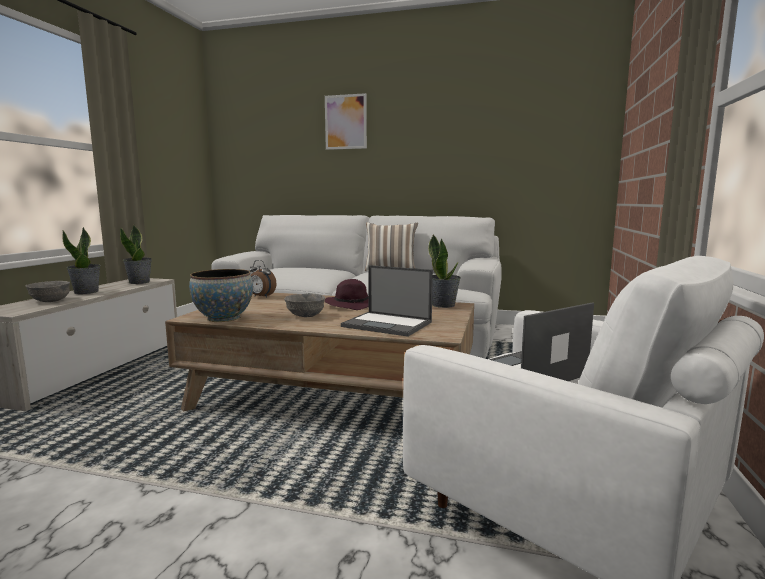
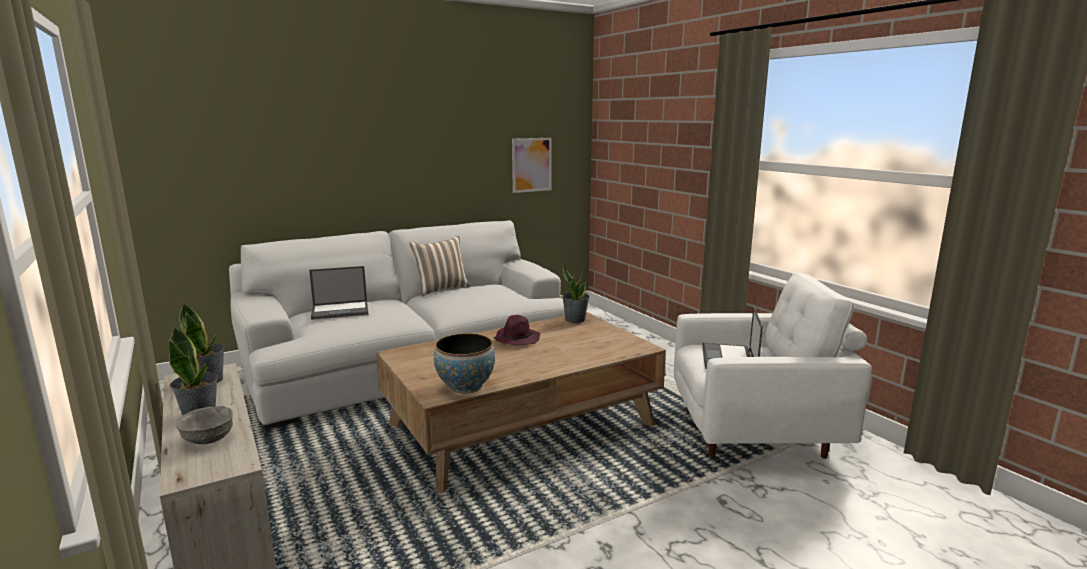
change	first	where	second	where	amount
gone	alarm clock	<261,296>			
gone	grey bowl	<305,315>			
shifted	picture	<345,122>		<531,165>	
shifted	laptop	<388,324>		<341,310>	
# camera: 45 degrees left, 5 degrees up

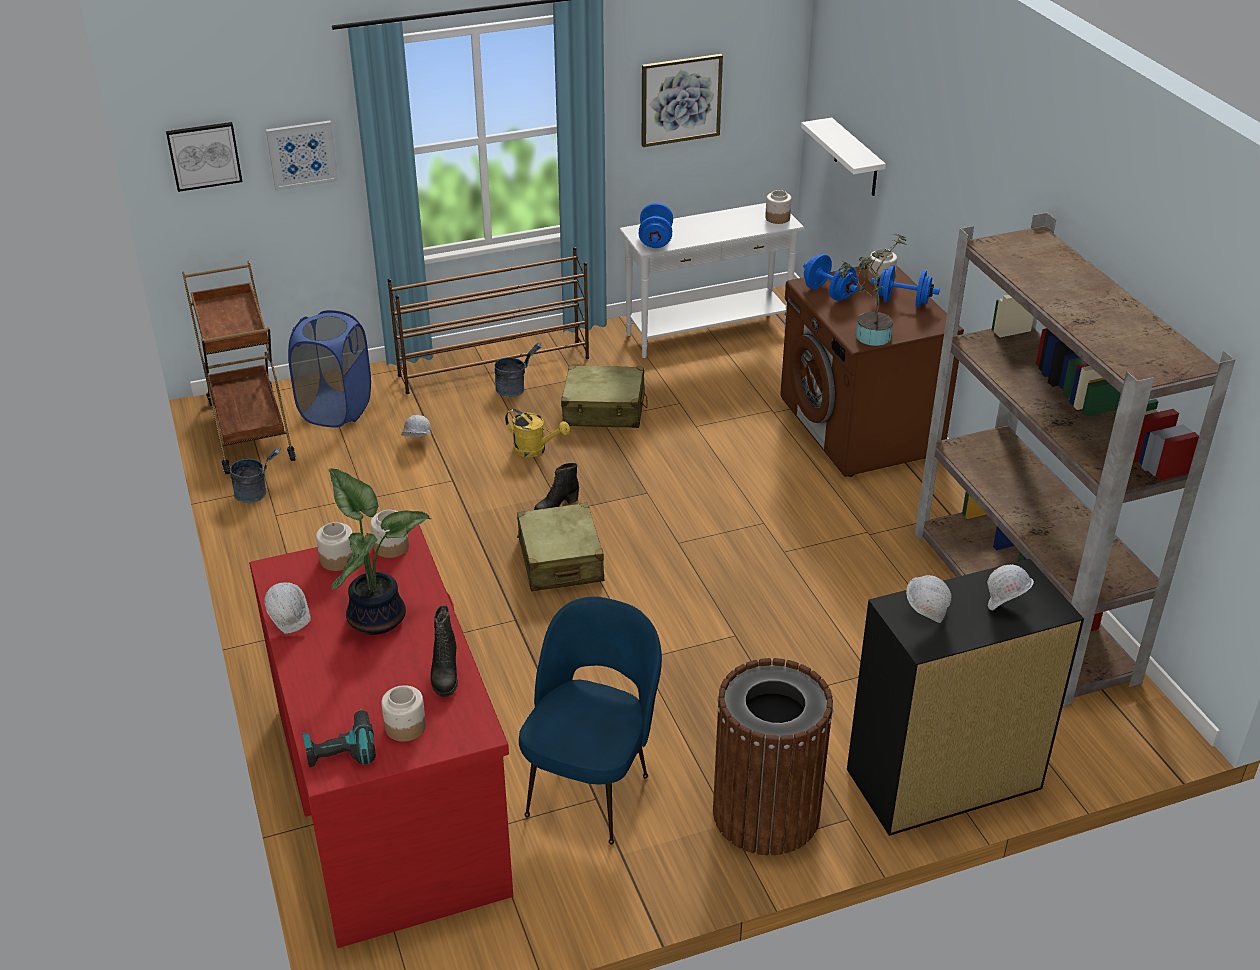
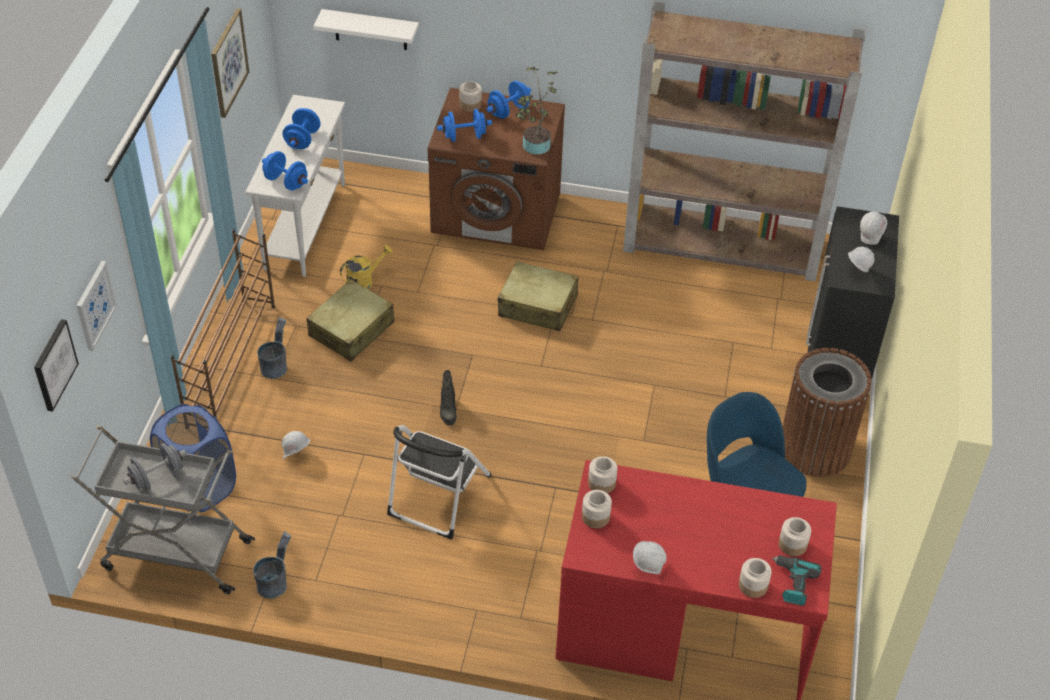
change	first	where	second	where	amount
gone	potted plant	<378,615>			
gone	black boot	<444,674>			
new			grey dumbbell	<157,478>	
new			blue dumbbell	<302,140>	
new			step ladder	<437,497>	
shifted	yellow watering can	<535,450>		<364,281>	
shifted	beige suitcase	<560,561>		<538,306>	
shifted	jar	<777,218>		<753,586>	
repainted	brown cart	<250,430>	grey cart	<176,555>	
# camera: 60 degrees left, 10 degrees up

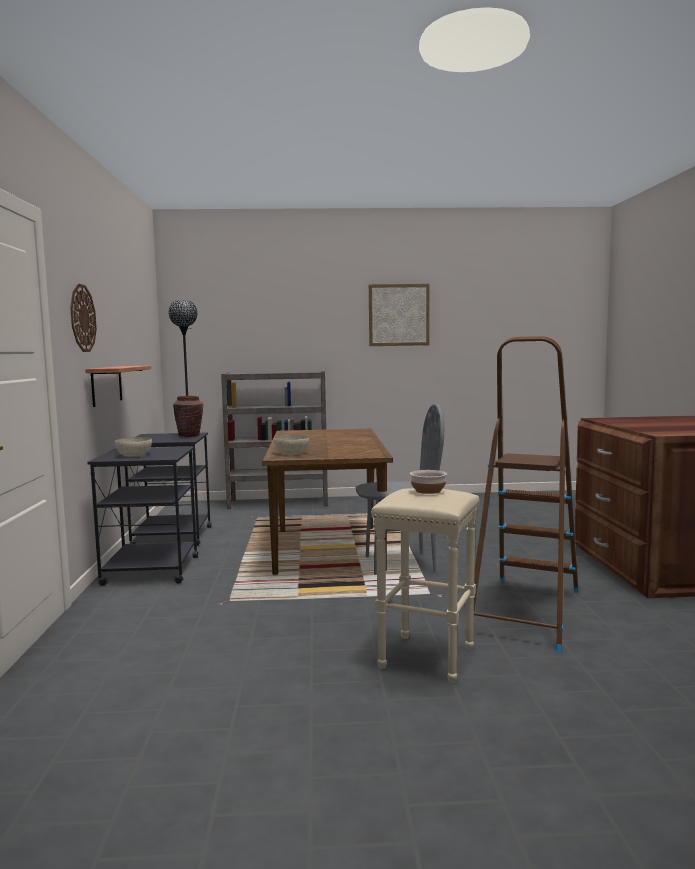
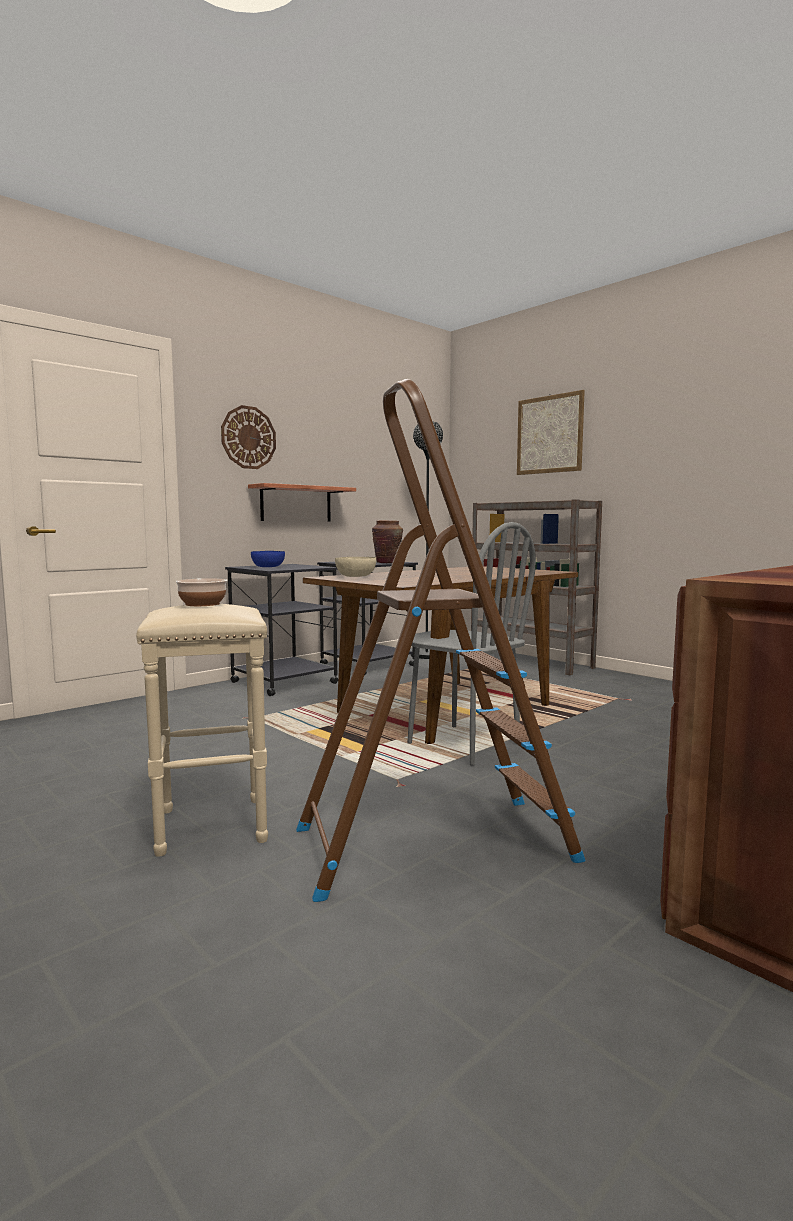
change	first	where	second	where	amount
shifted	picture	<399,314>		<549,433>	
repainted	beige bowl	<134,455>	blue bowl	<268,567>	
# camera: 50 degrees right, 0 degrees up

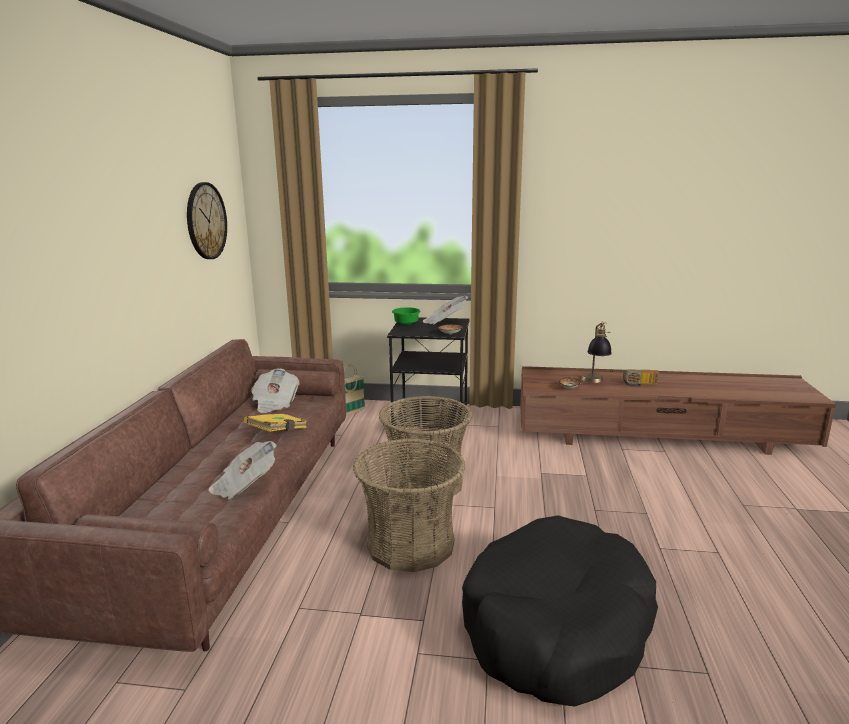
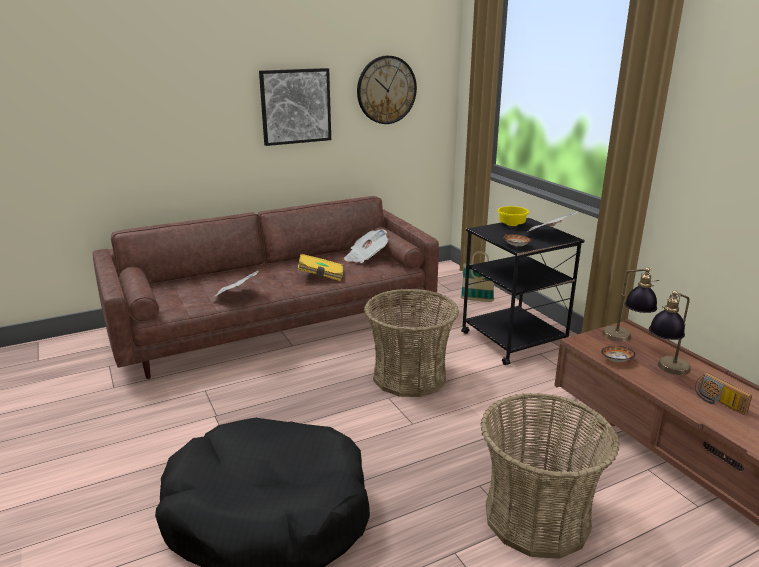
change	first	where	second	where	amount
new			picture	<295,106>	
new			table lamp	<624,340>	
shifted	basket	<411,543>		<537,517>	
repainted	green bowl	<405,324>	yellow bowl	<511,224>	
# camera: 55 degrees right, 5 degrees up

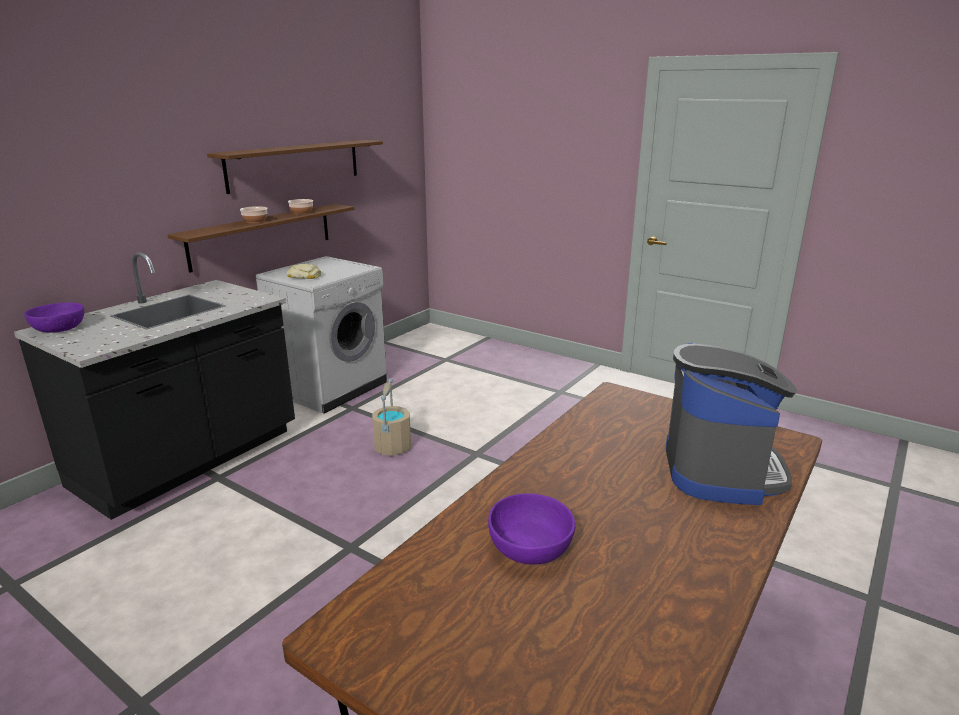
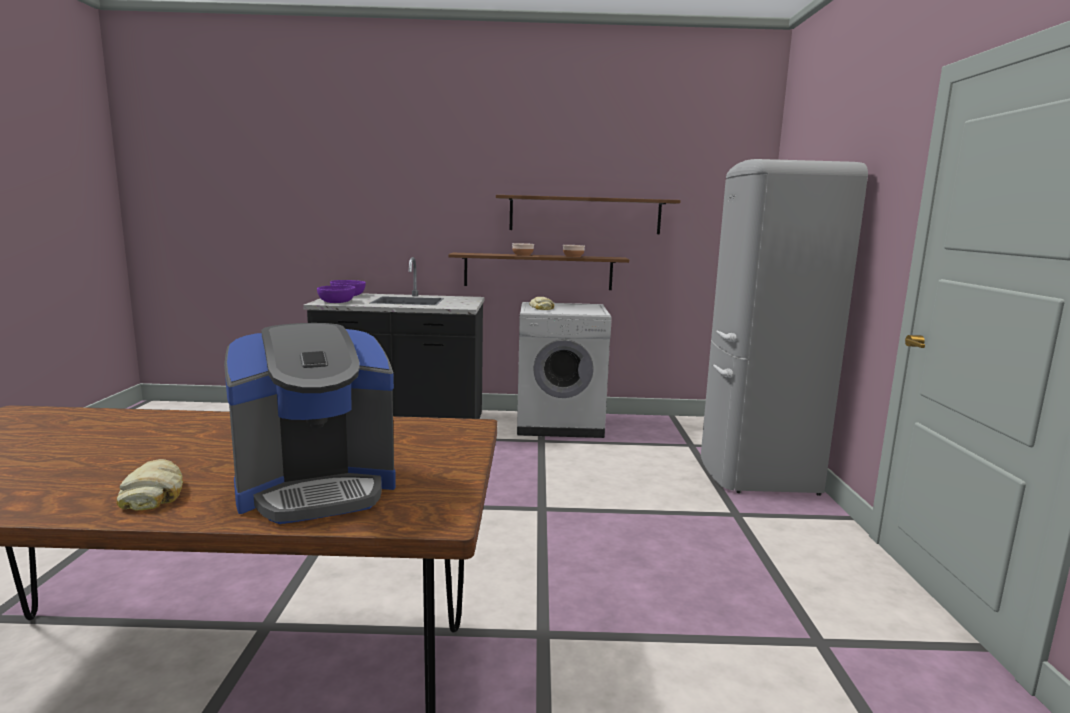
change	first	where	second	where	amount
gone	beige bucket	<392,447>			
new			bread	<154,493>	
new			grey fridge	<754,474>	
shifted	purple bowl	<530,547>		<336,302>	
# camera: 55 degrees right, 10 degrees down

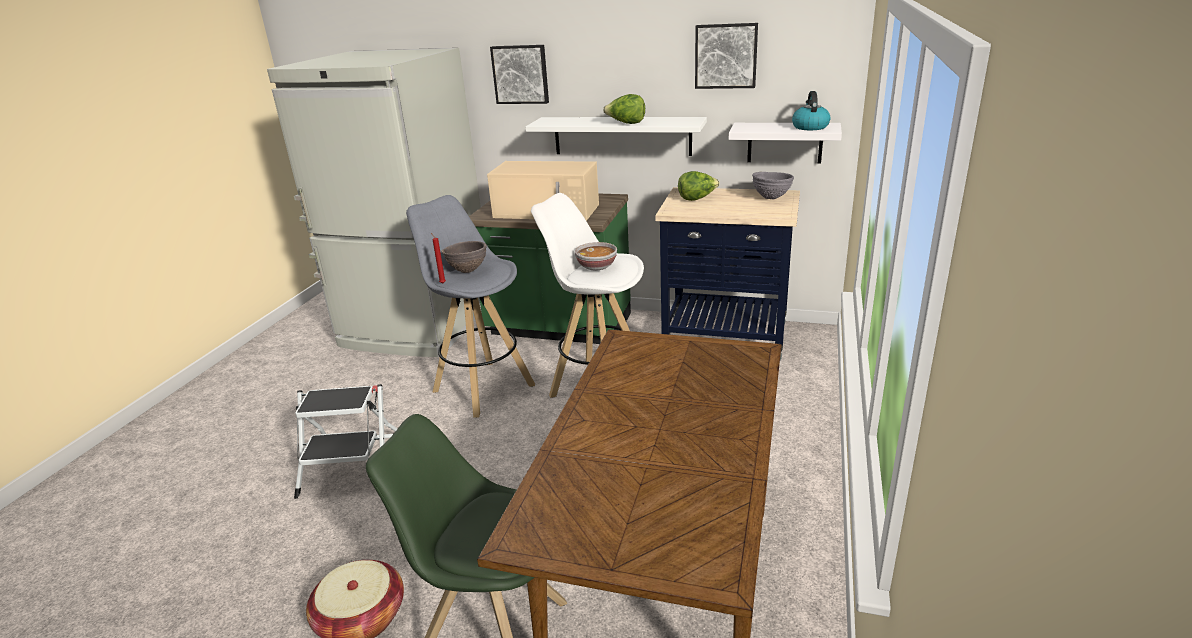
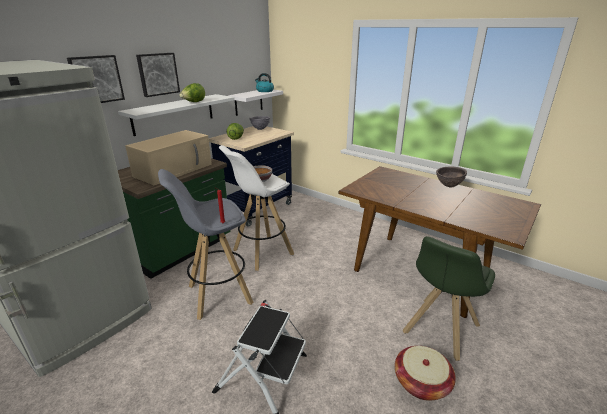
change	first	where	second	where	amount
shifted	brown bowl	<467,271>		<448,186>	
shifted	picture	<726,56>		<158,74>	
# camera: 70 degrees left, 0 degrees up

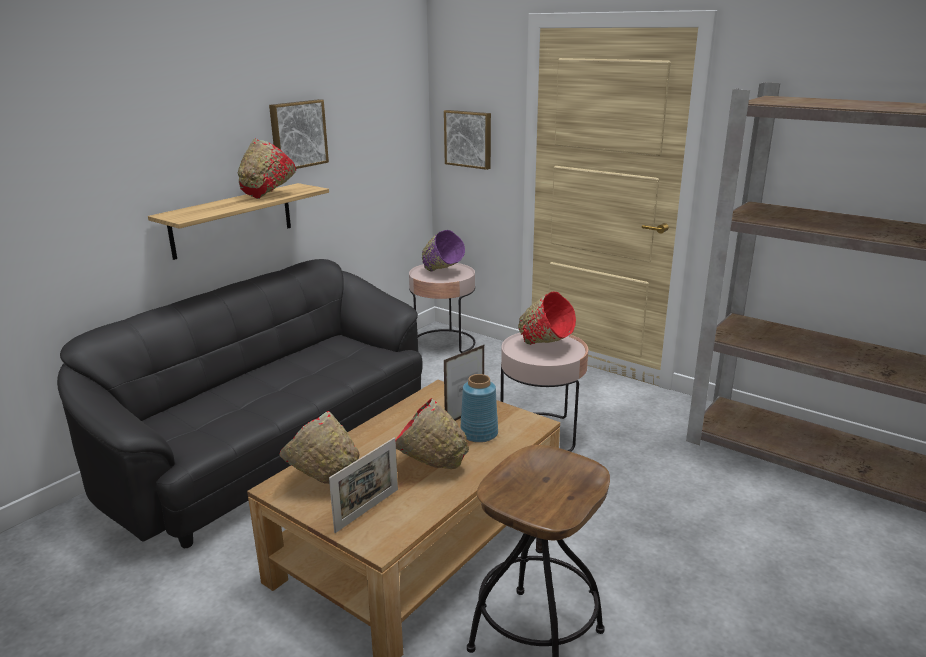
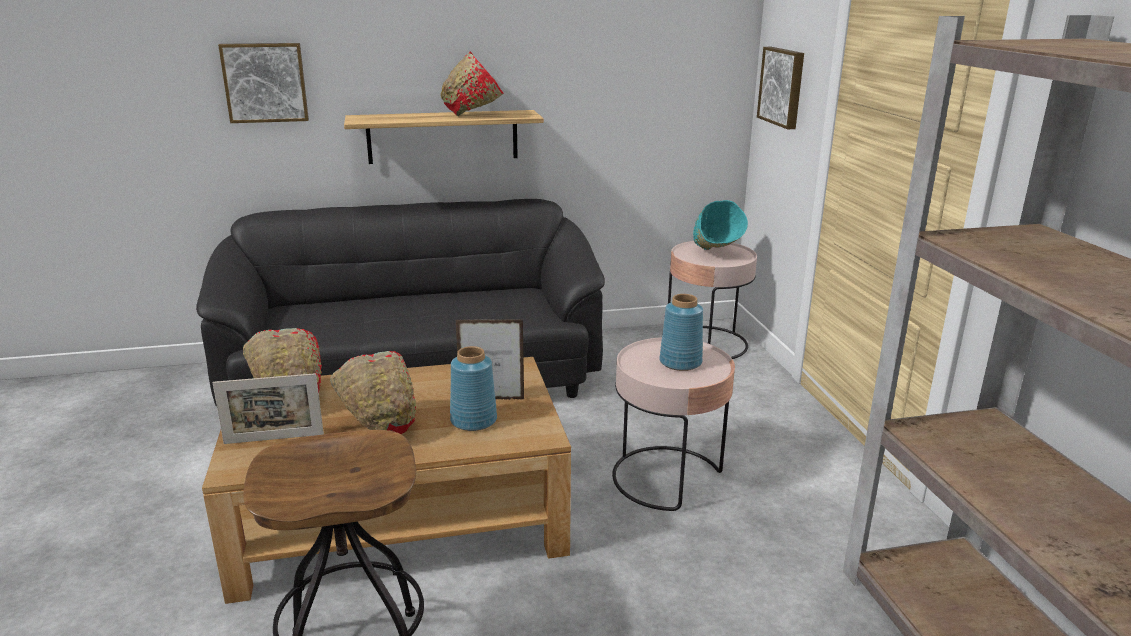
change	first	where	second	where	amount
shifted	picture	<297,134>		<265,82>	
swapped	red bowl	<546,346>	blue vase	<681,362>	
repainted	purple bowl	<443,273>	turquoise bowl	<715,254>	
# camera: 40 degrees right, 0 degrees up

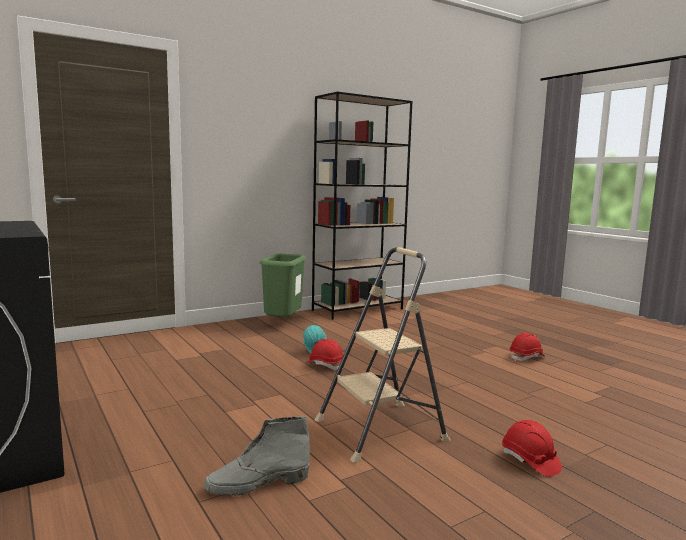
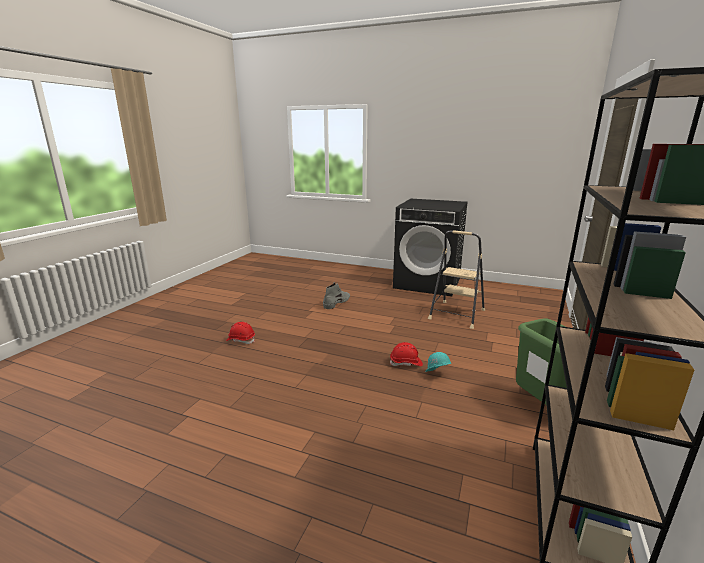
change	first	where	second	where	amount
gone	red hard hat	<526,357>			
shifted	beige step ladder	<384,428>		<456,314>	
# camera: 145 degrees right, 10 degrees up

